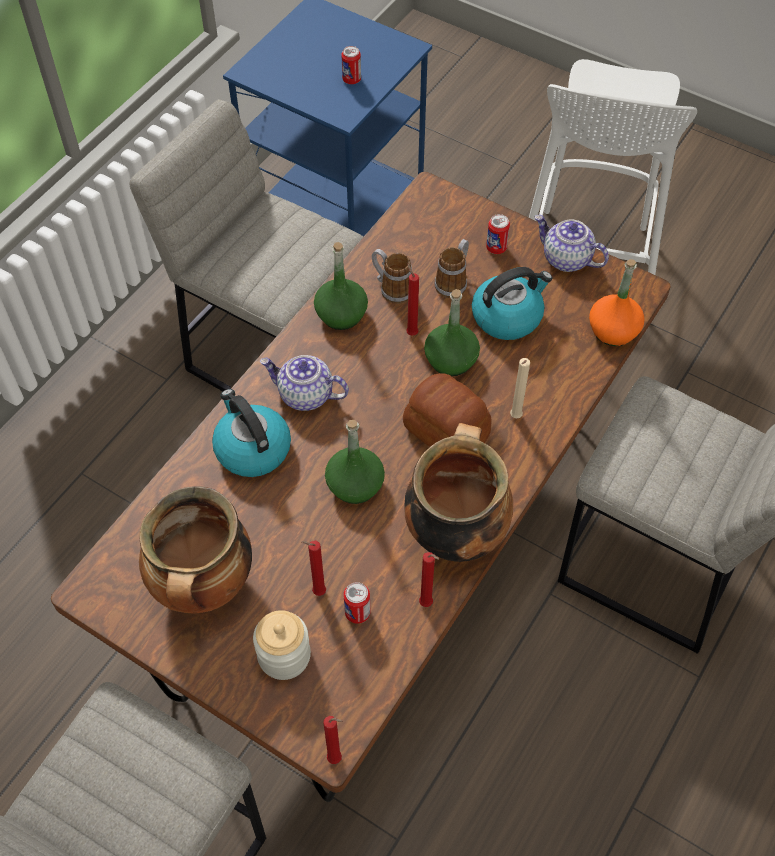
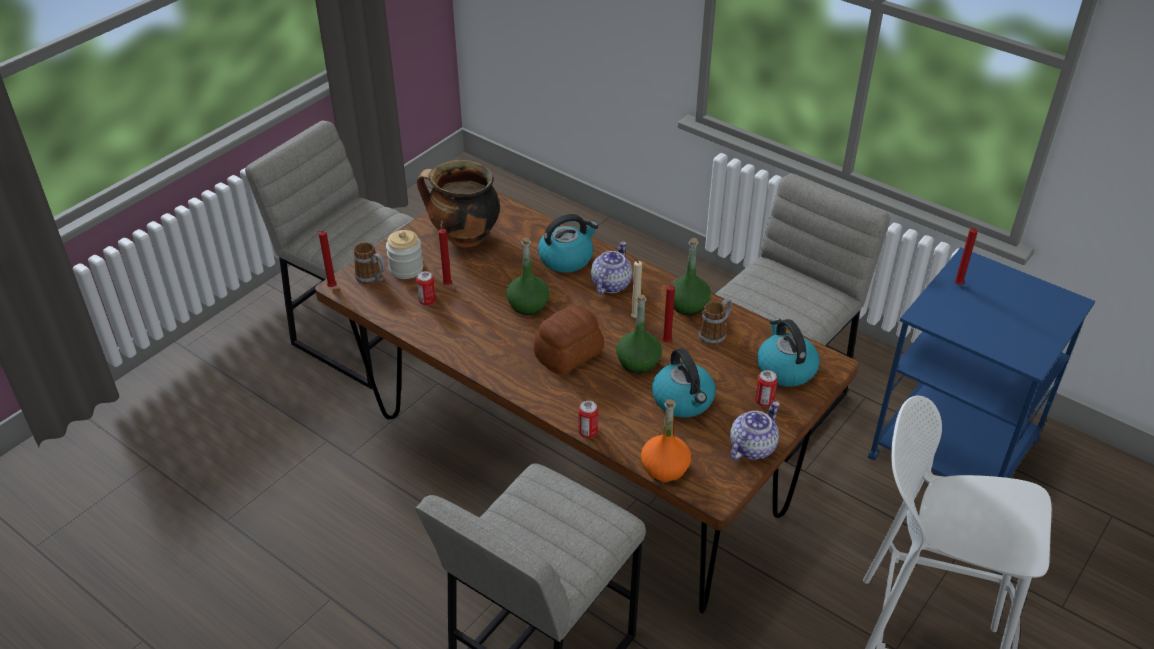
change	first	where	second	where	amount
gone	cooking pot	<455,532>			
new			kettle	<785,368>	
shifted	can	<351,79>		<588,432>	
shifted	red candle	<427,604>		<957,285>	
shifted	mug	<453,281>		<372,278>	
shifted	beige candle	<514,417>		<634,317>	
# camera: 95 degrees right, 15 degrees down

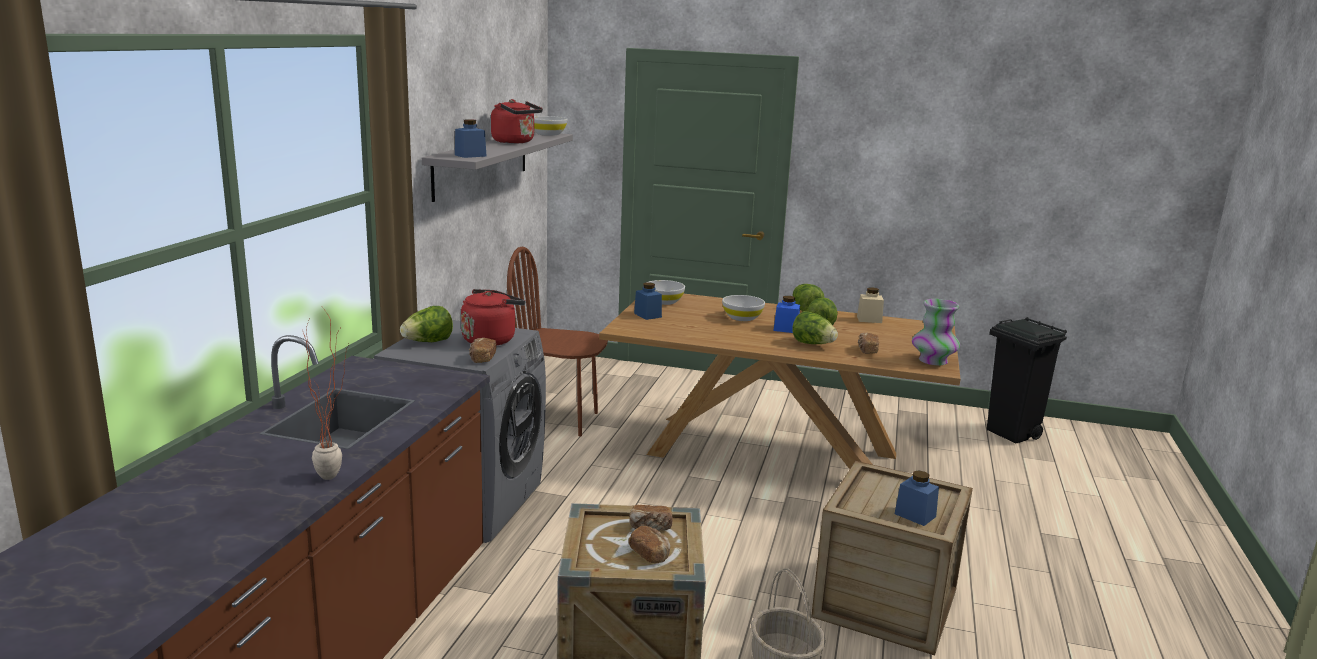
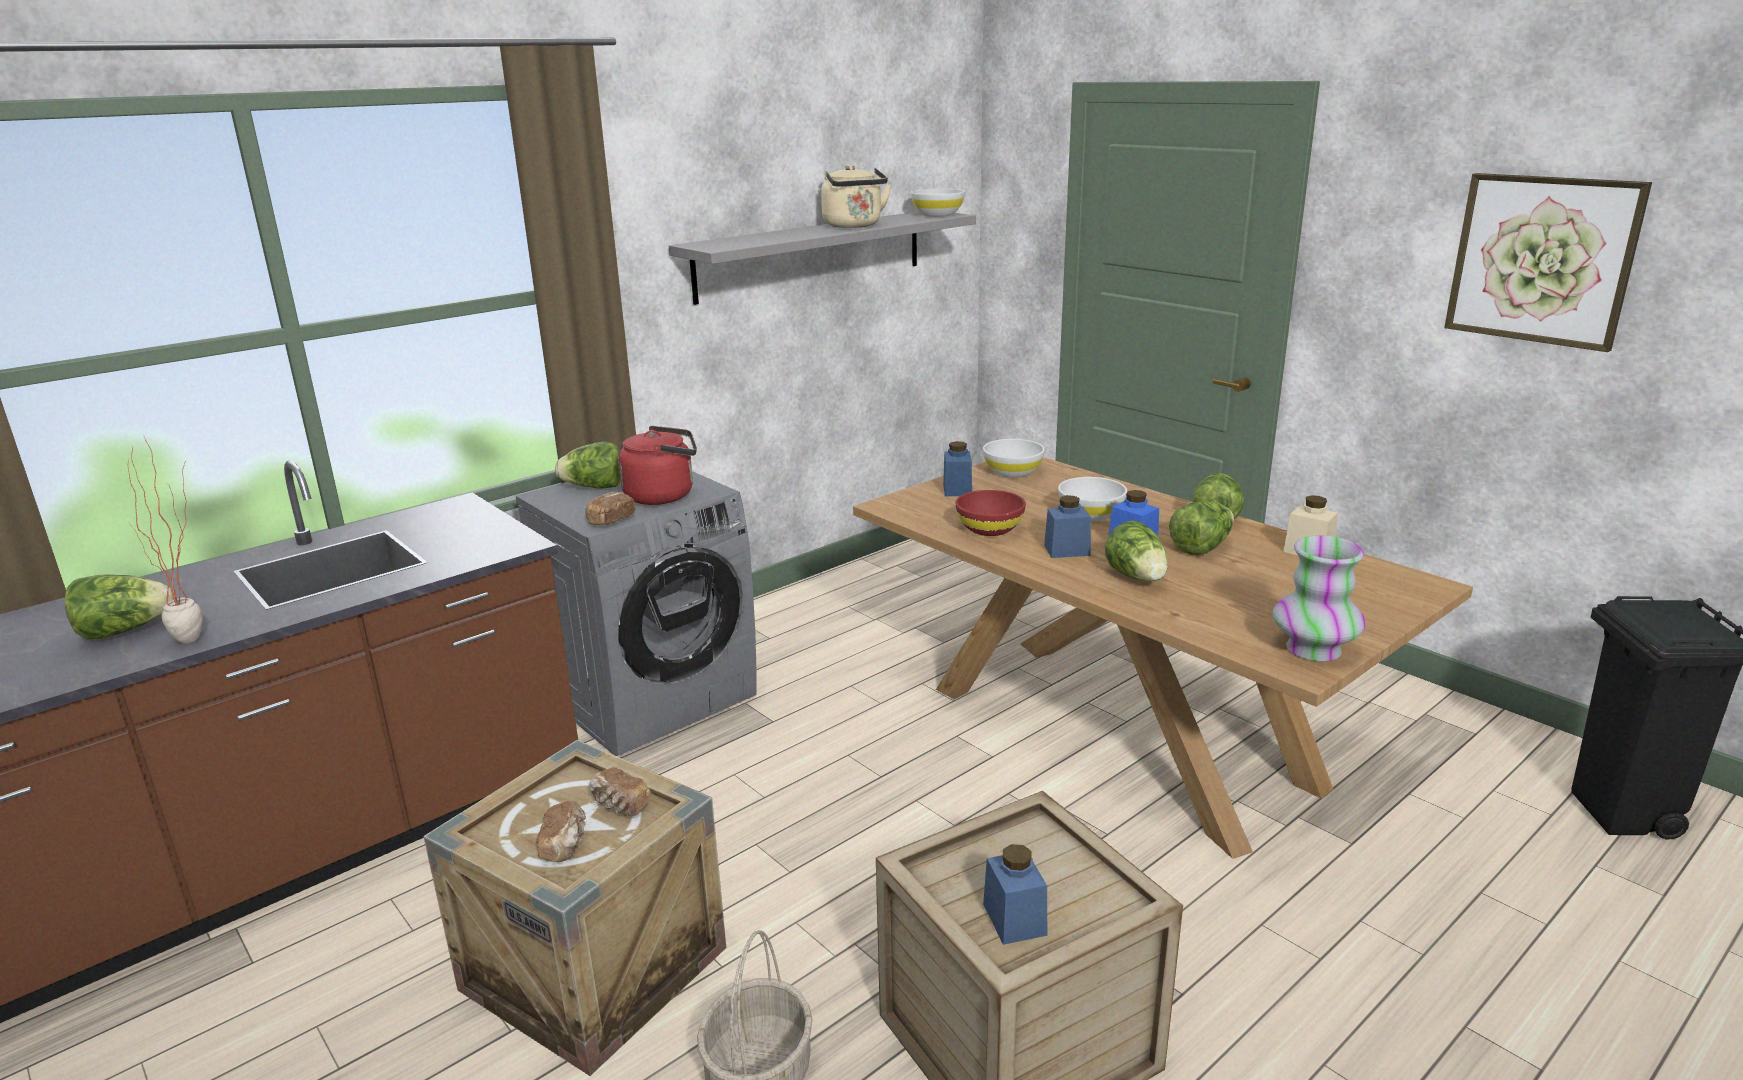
change	first	where	second	where	amount
gone	brown chair	<558,420>			
gone	bread	<867,350>			
new			lettuce	<125,631>	
new			red bowl	<990,529>	
new			picture	<1542,260>	
shifted	blue jar	<470,155>		<1067,550>	
repainted	red kettle	<515,142>	beige kettle	<854,226>	
# camera: 35 degrees right, 5 degrees up

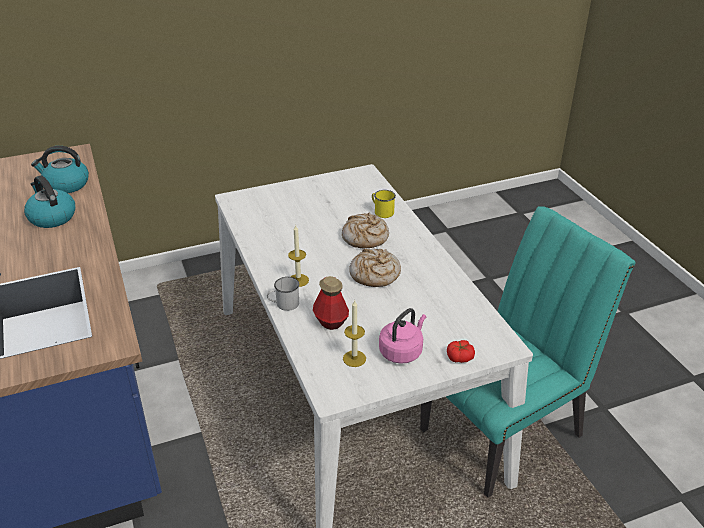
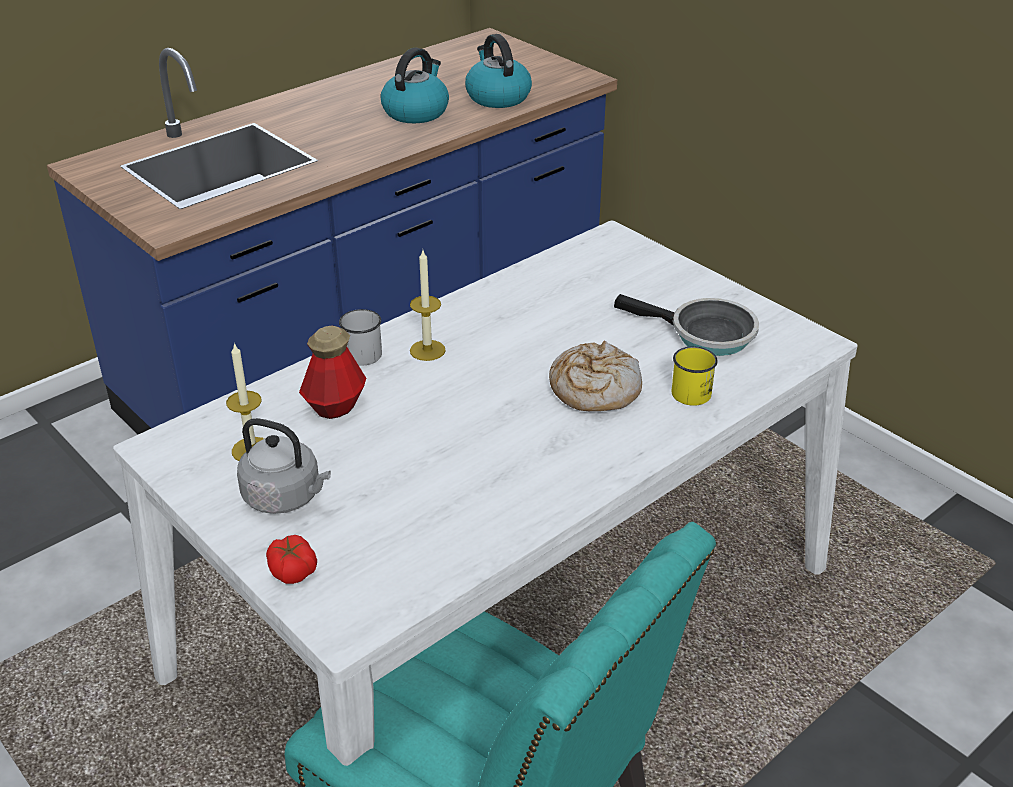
change	first	where	second	where	amount
gone	bread	<374,274>			
new			frying pan	<705,335>	
repainted	pink kettle	<402,351>	grey kettle	<286,497>	
# camera: 70 degrees right, 0 degrees up

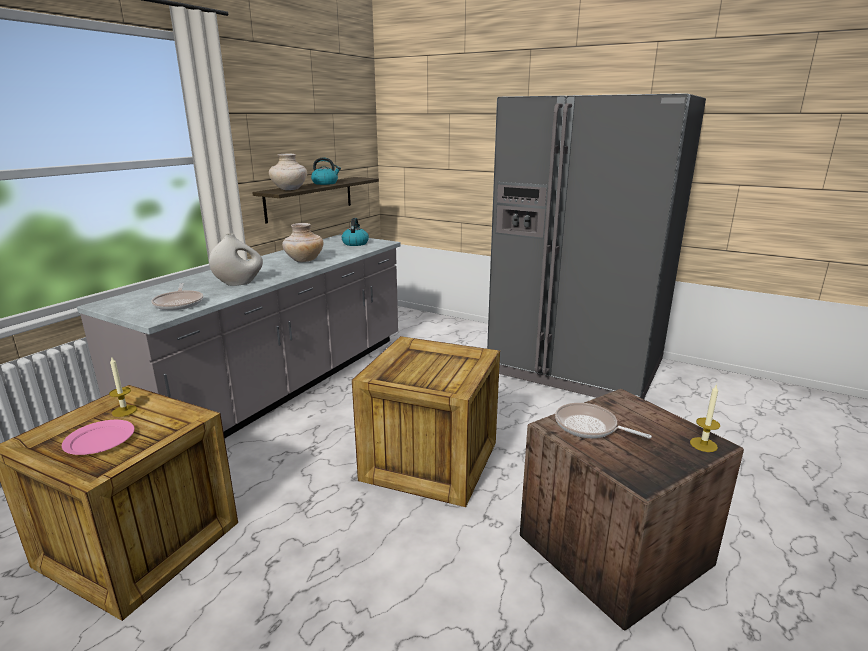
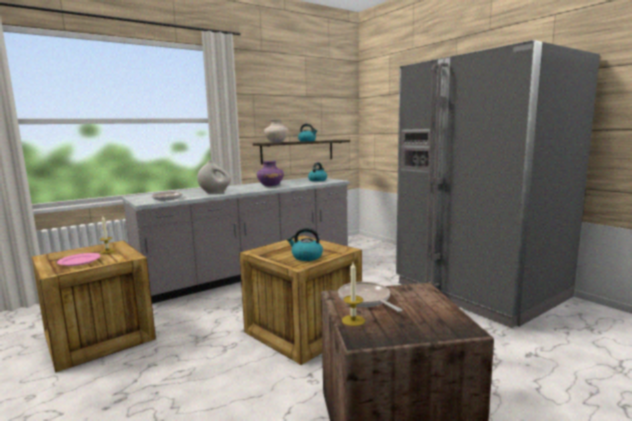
change	first	where	second	where	amount
new			kettle	<306,257>	
shifted	candle	<703,444>		<353,320>	
repainted	beige vase	<304,260>	purple vase	<270,186>	
# camera: 25 degrees right, 10 degrees down

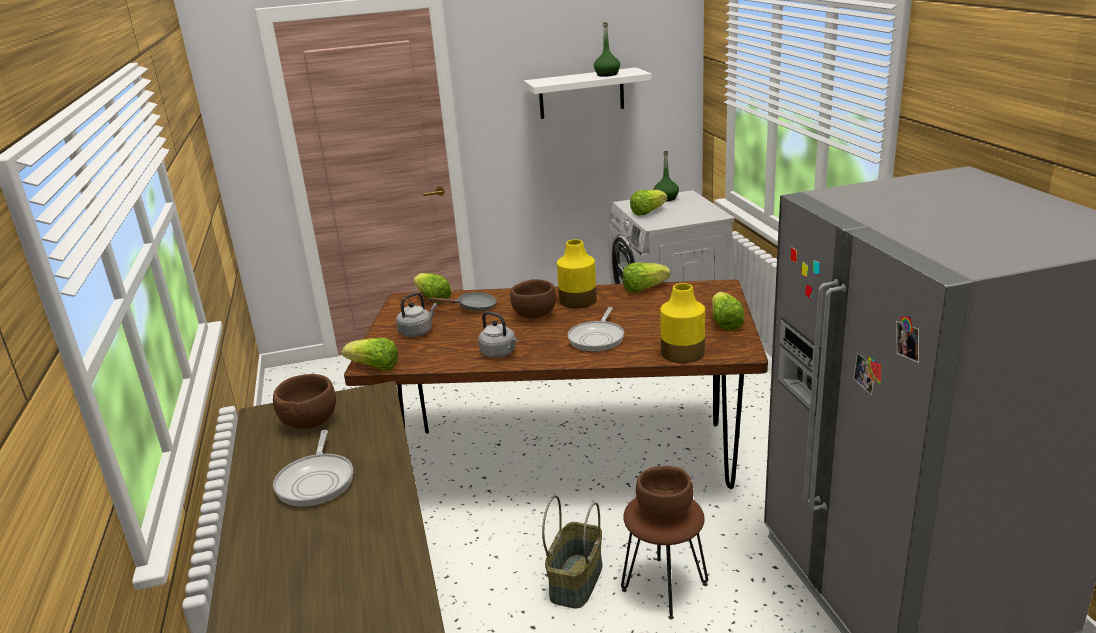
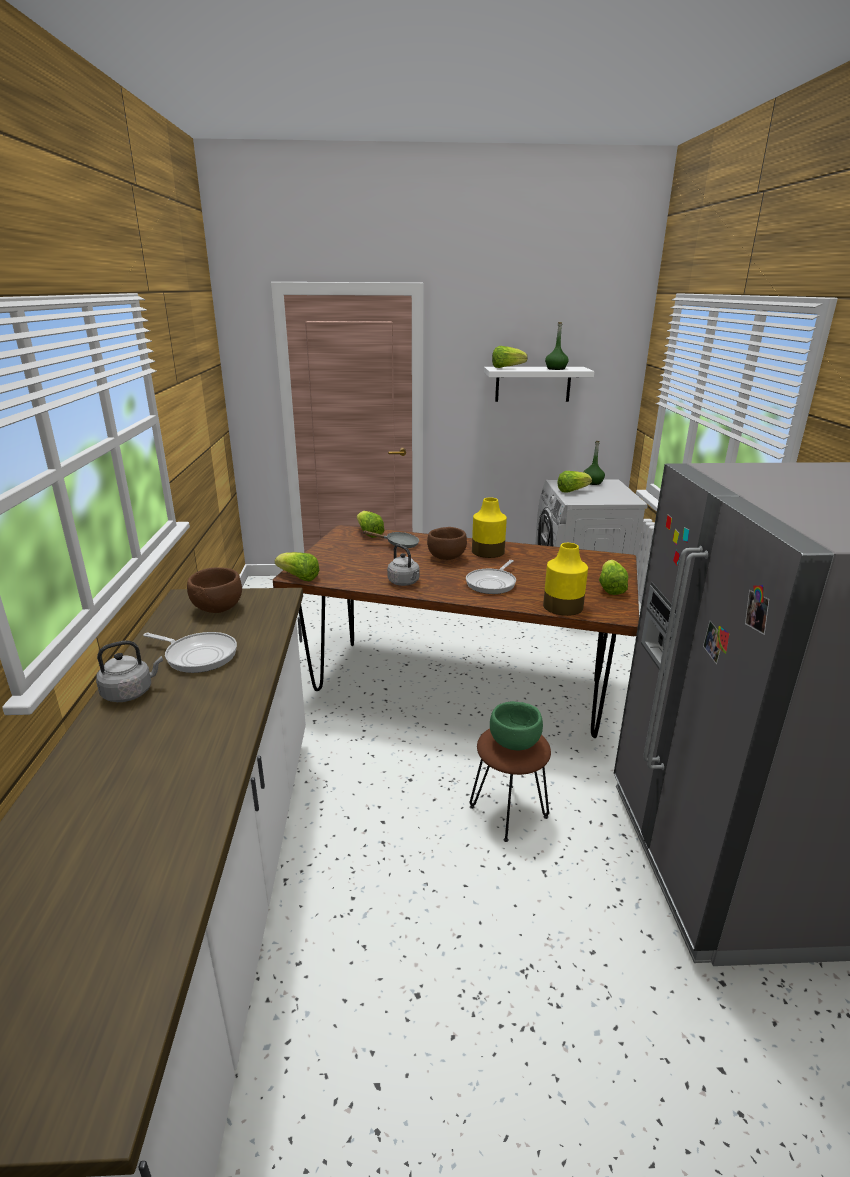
change	first	where	second	where	amount
gone	basket	<575,580>			
shifted	grey kettle	<417,332>		<130,692>	
shifted	lettuce	<643,289>		<506,367>	
repainted	brown bowl	<665,511>	green bowl	<515,743>	
rotated	frying pan	<317,481>		<198,655>	75 degrees counterclockwise
# camera: 10 degrees right, 0 degrees up

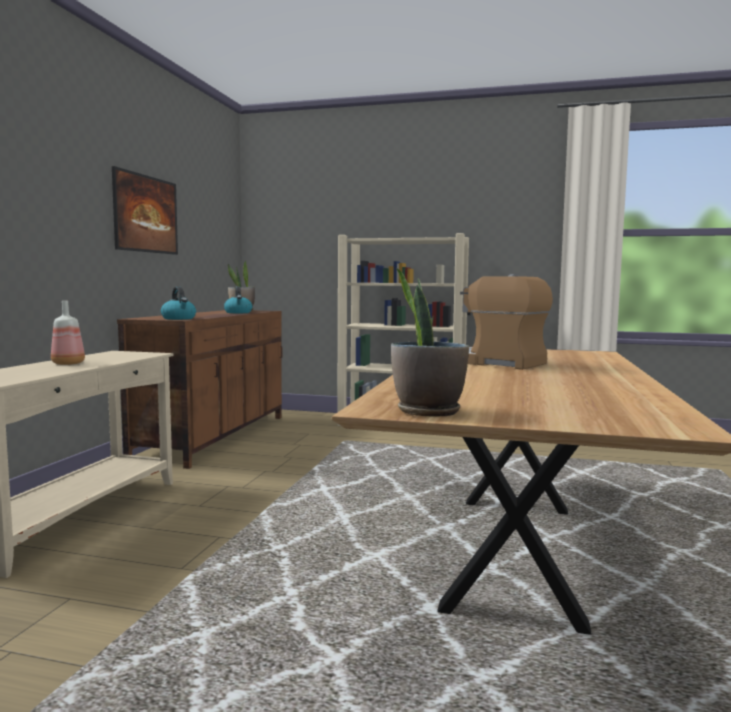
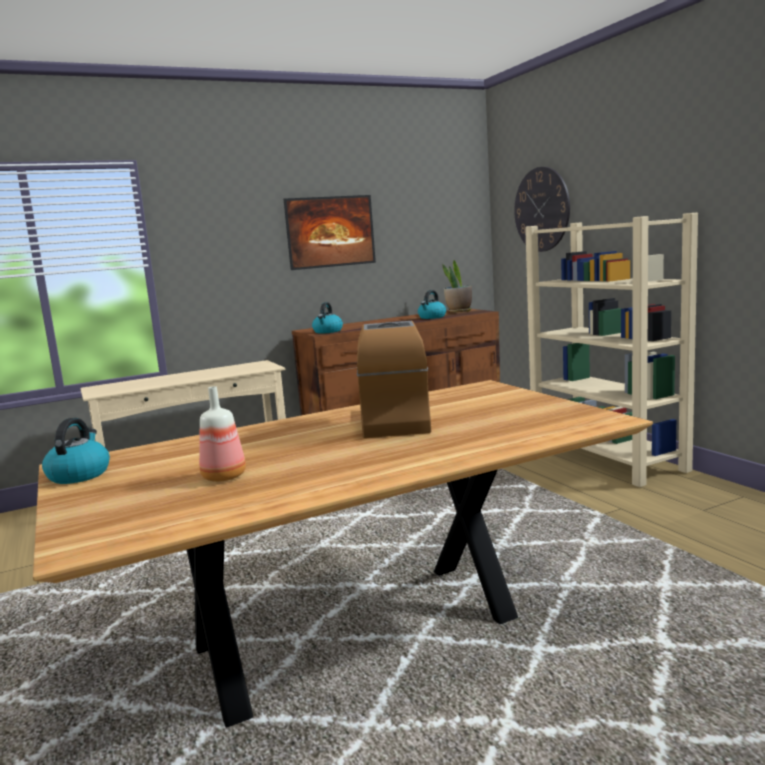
change	first	where	second	where	amount
new			wall clock	<541,209>	
shifted	bottle	<69,363>		<225,477>	
swapped	potted plant	<427,411>	kettle	<79,475>	
# camera: 50 degrees right, 5 degrees up

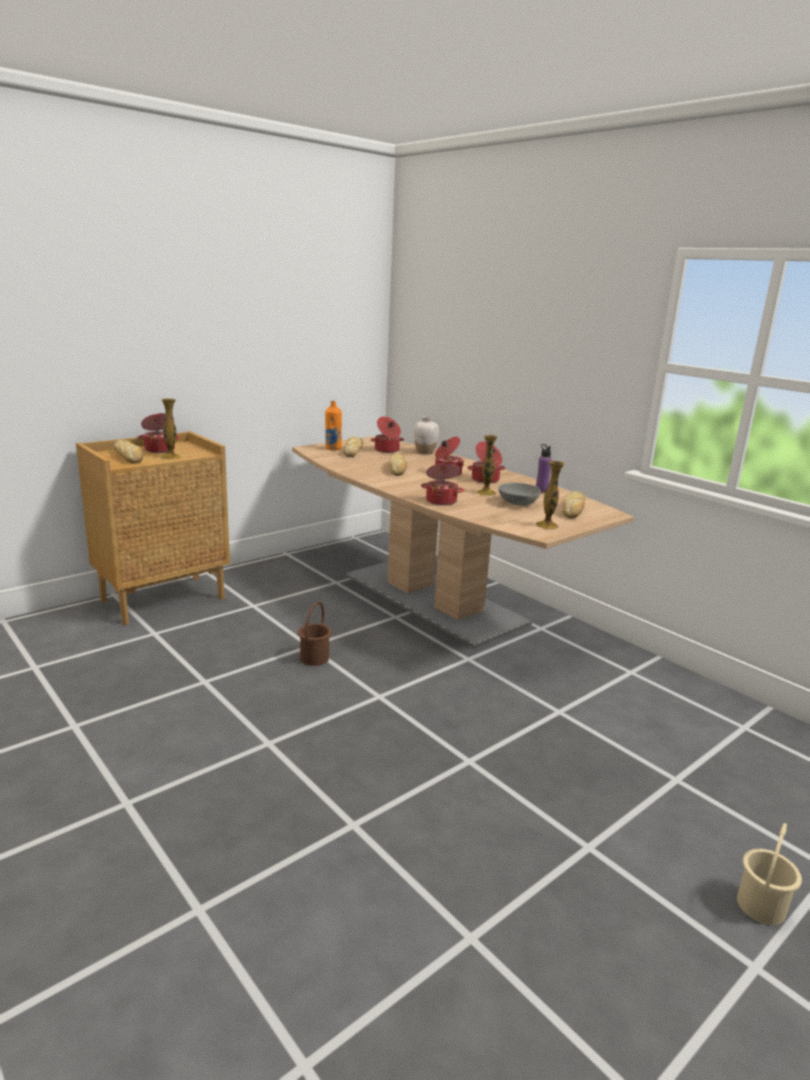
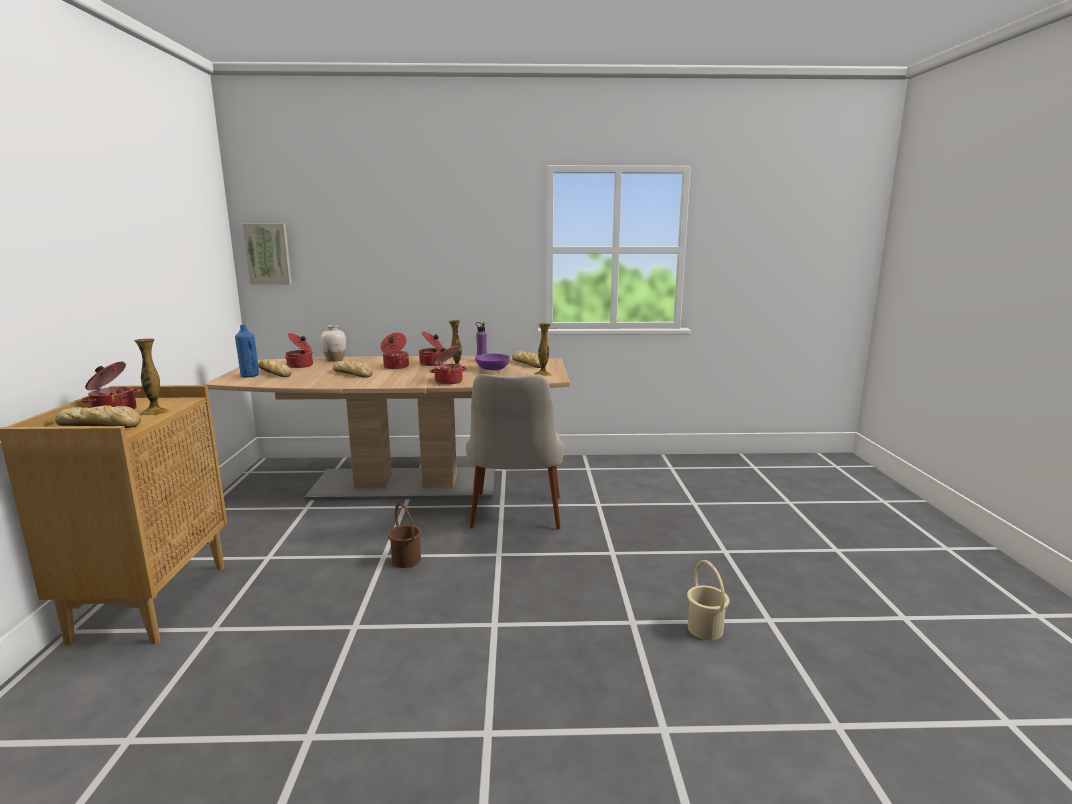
change	first	where	second	where	amount
new			picture	<268,254>	
new			beige chair	<516,520>	
shifted	beige bucket	<762,906>		<705,629>	
repainted	orange bottle	<333,449>	blue bottle	<249,376>	
repainted	grey bowl	<517,503>	purple bowl	<492,369>	
# camera: 50 degrees left, 5 degrees down

